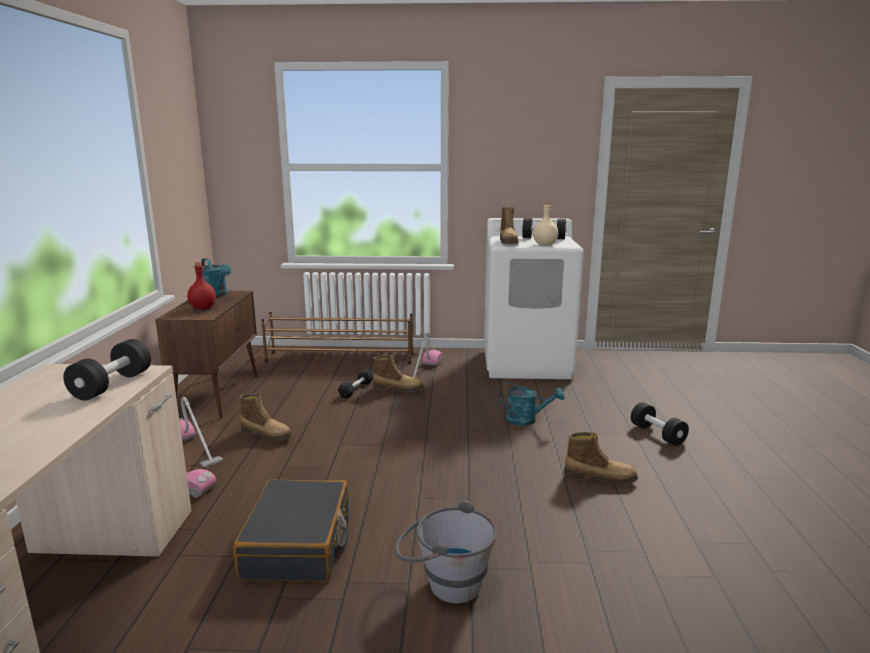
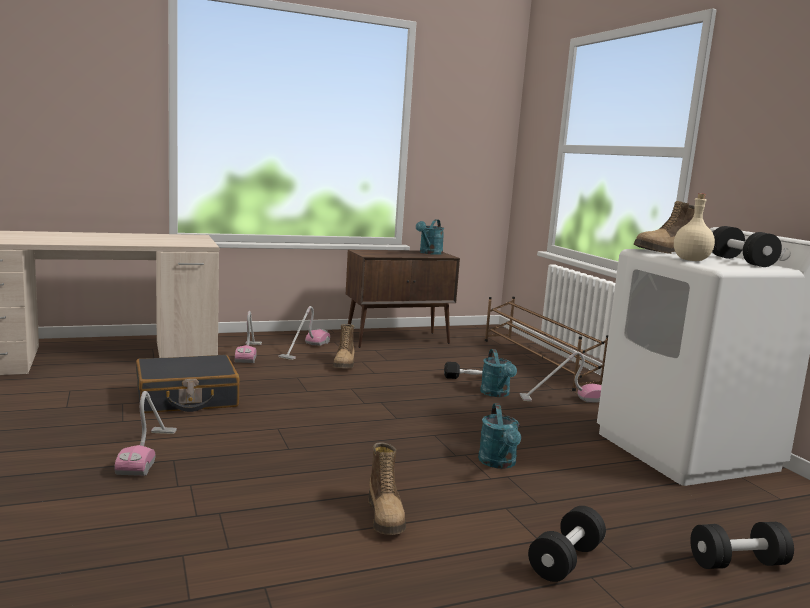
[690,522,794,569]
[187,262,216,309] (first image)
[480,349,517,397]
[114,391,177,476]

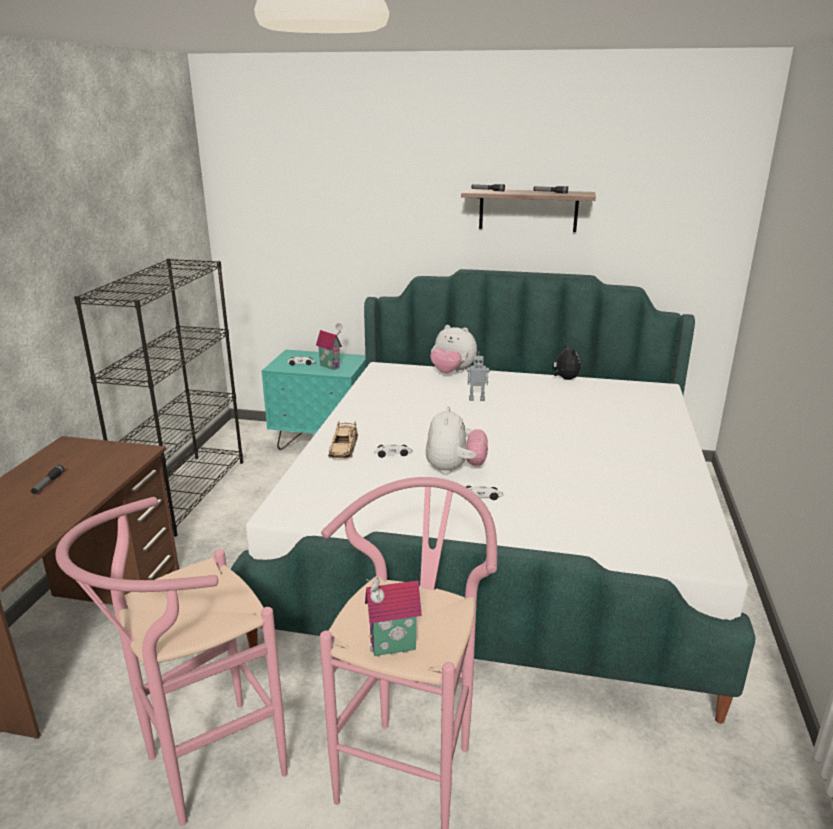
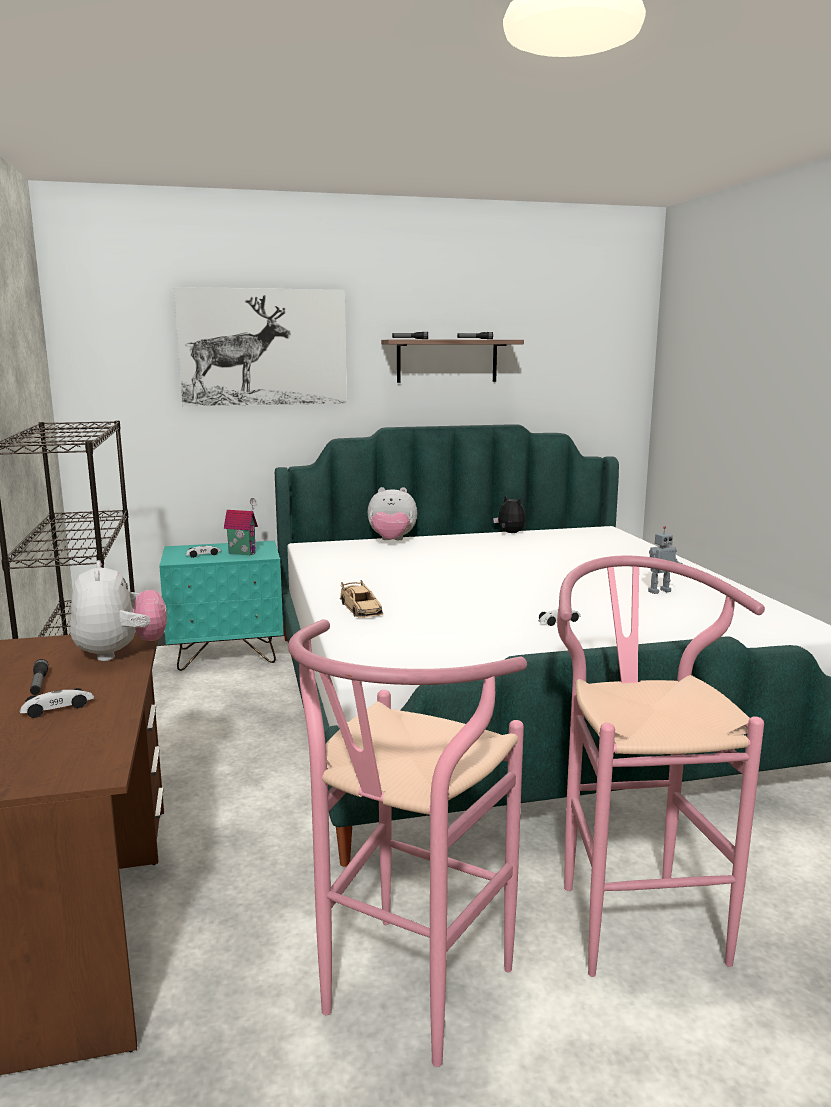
[365,577,422,656] (first image)
[19,688,95,718]
[70,560,167,661]
[648,526,683,594]
[174,287,347,406]

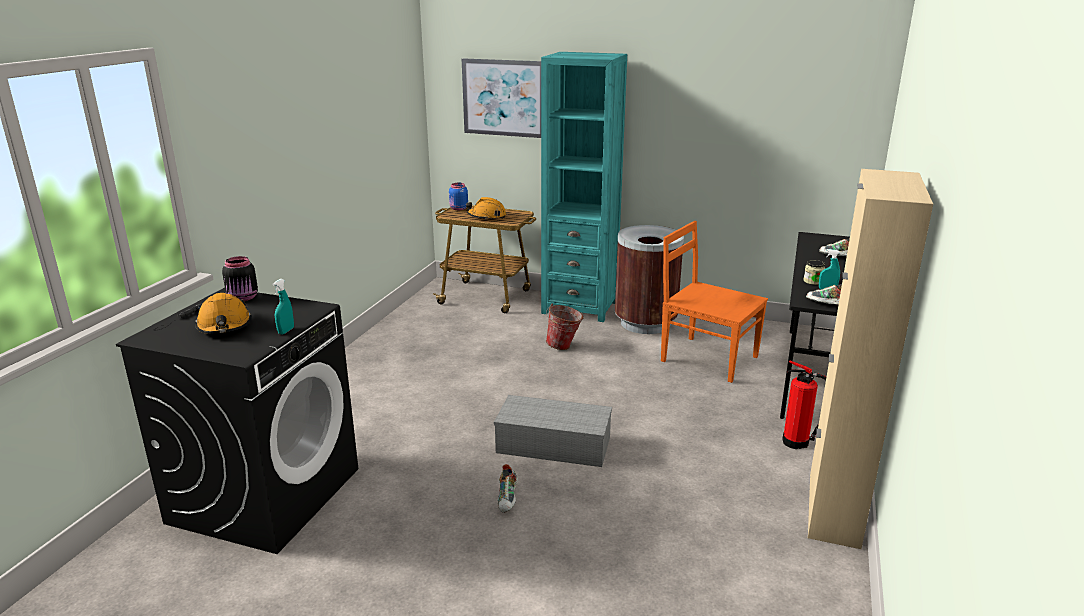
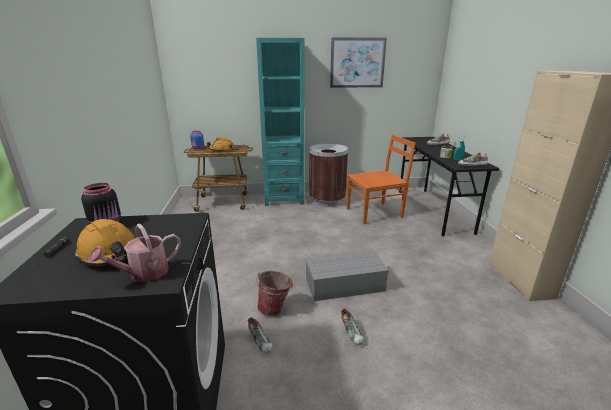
[272,279,294,335] (first image)
[330,37,387,88]
[256,271,293,316]
[347,135,416,224]
[783,360,826,449] (first image)
[88,223,181,282]
[248,317,273,354]

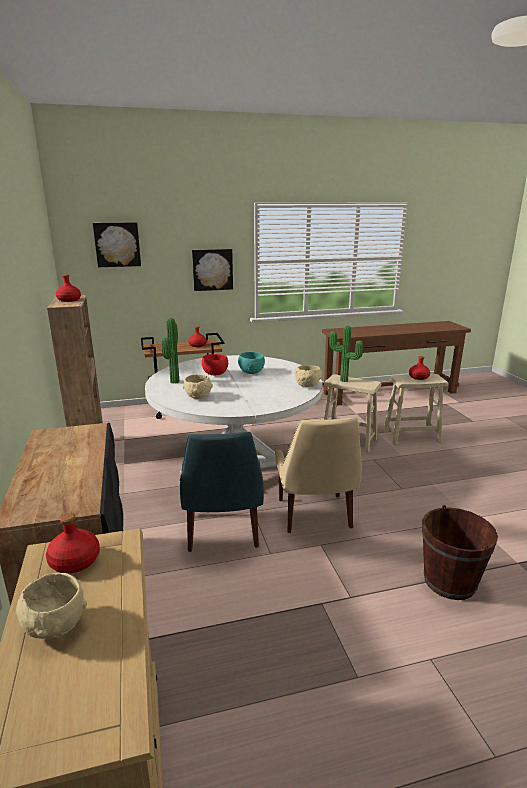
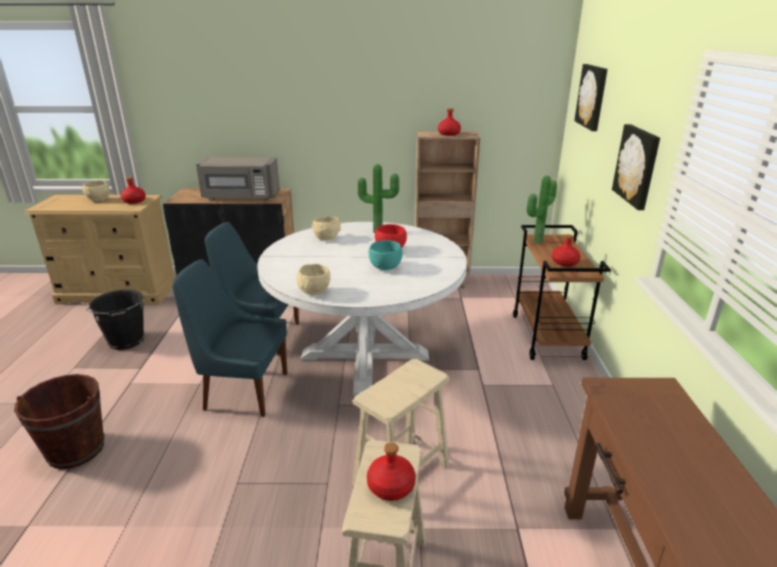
[172,259,287,417]
[527,176,557,244]
[86,290,145,350]
[196,157,280,200]

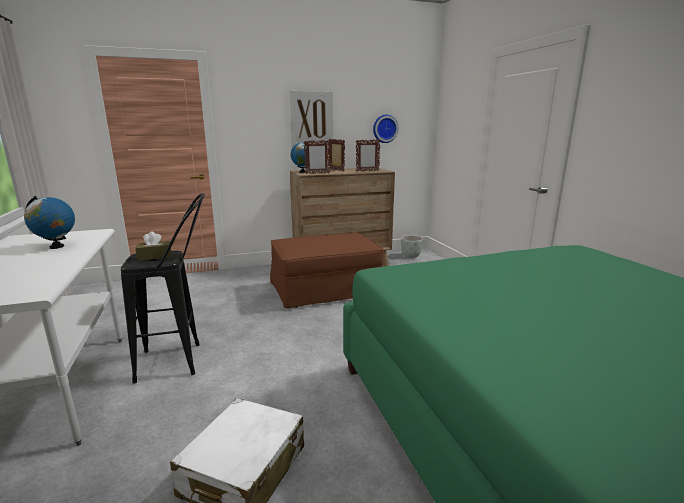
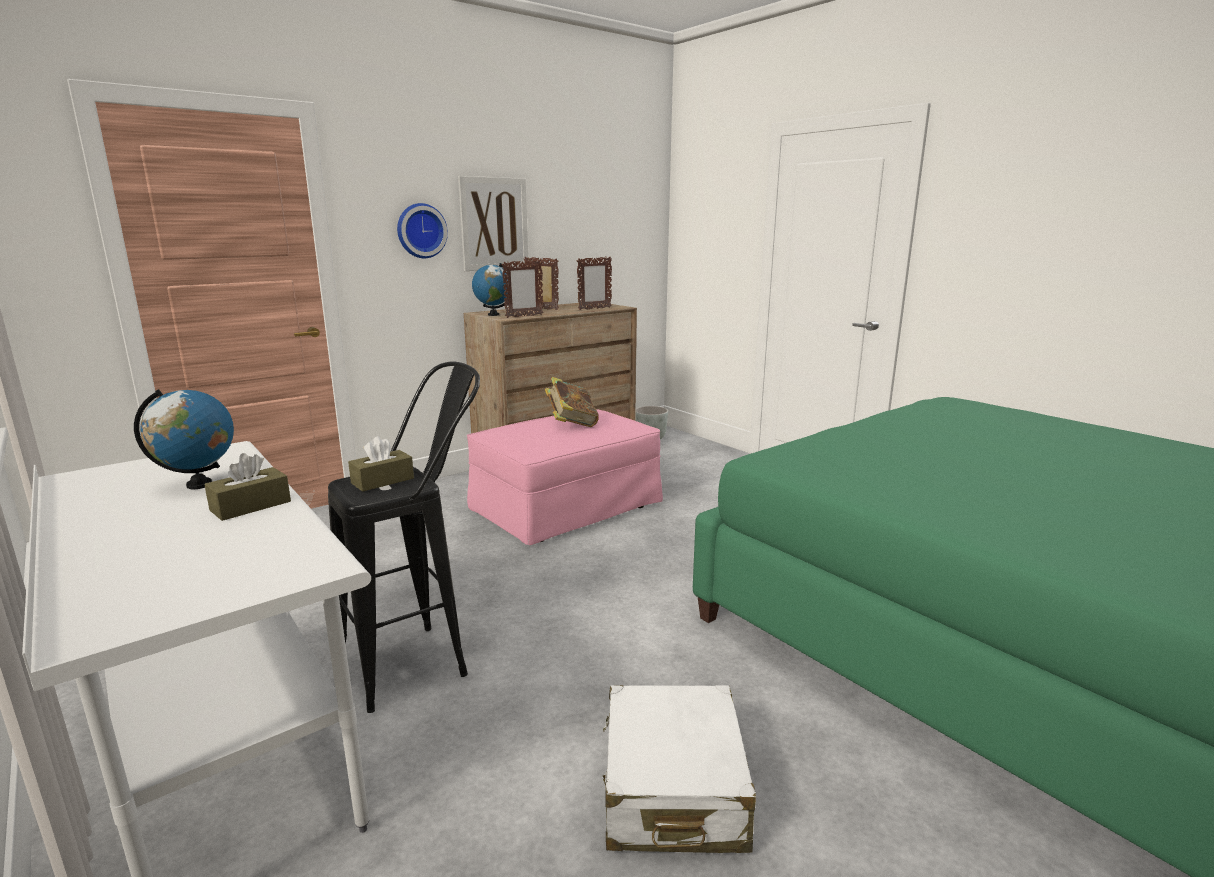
[467,409,663,545]
[397,203,448,258]
[204,453,291,521]
[545,377,599,427]

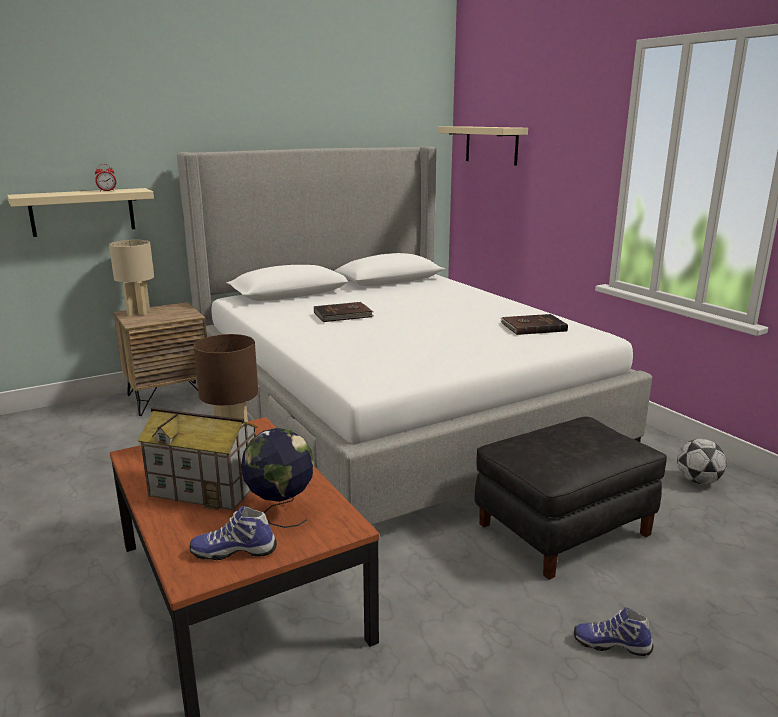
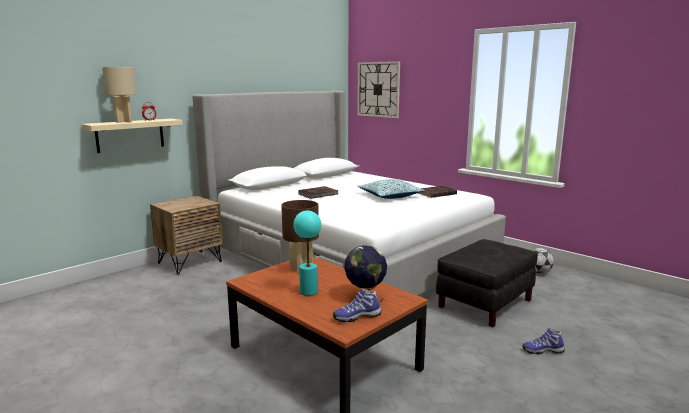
[102,67,137,123]
[293,211,321,296]
[357,61,400,118]
[358,179,425,199]

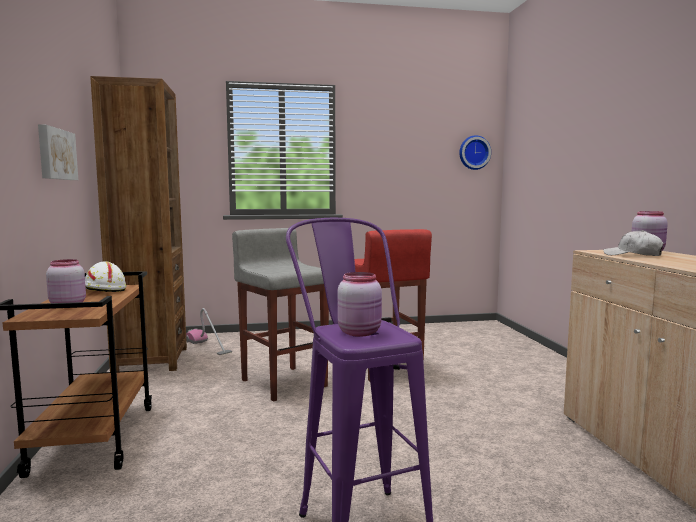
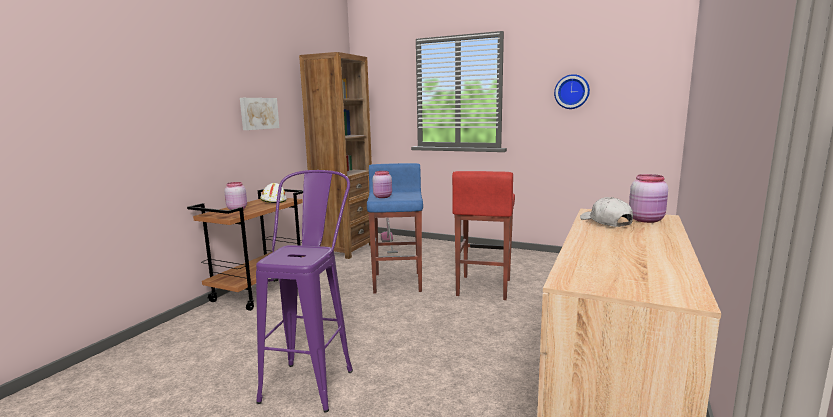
[367,163,423,293]
[373,171,392,198]
[554,74,590,109]

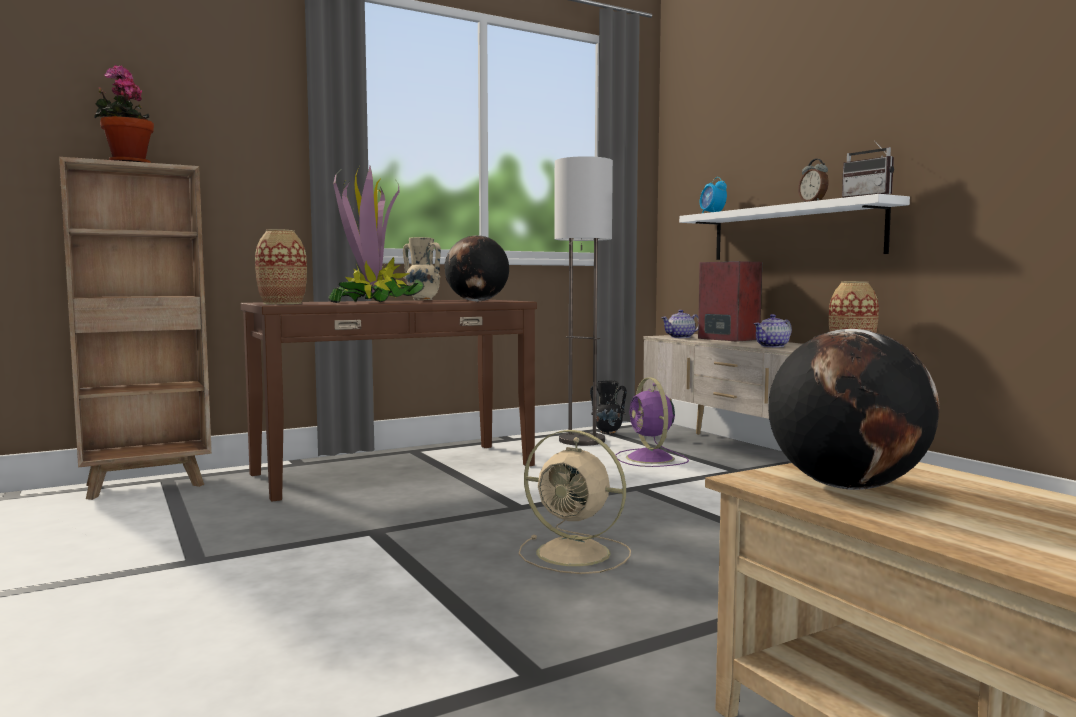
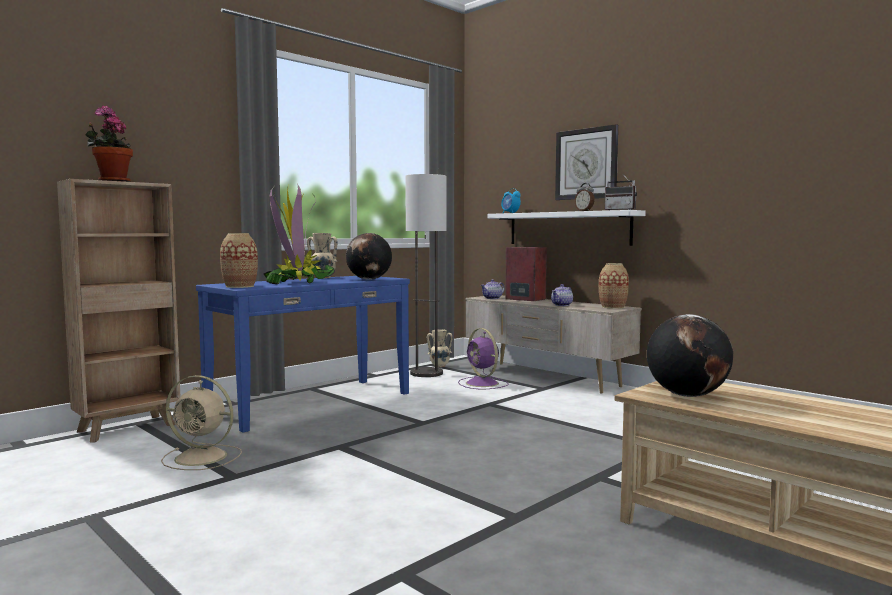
[196,276,410,433]
[161,375,242,470]
[427,329,453,368]
[555,124,618,200]

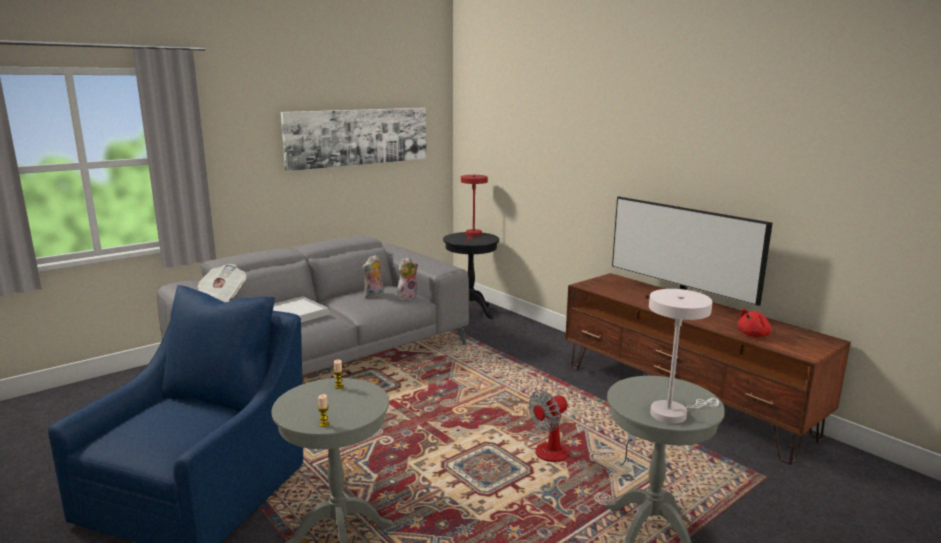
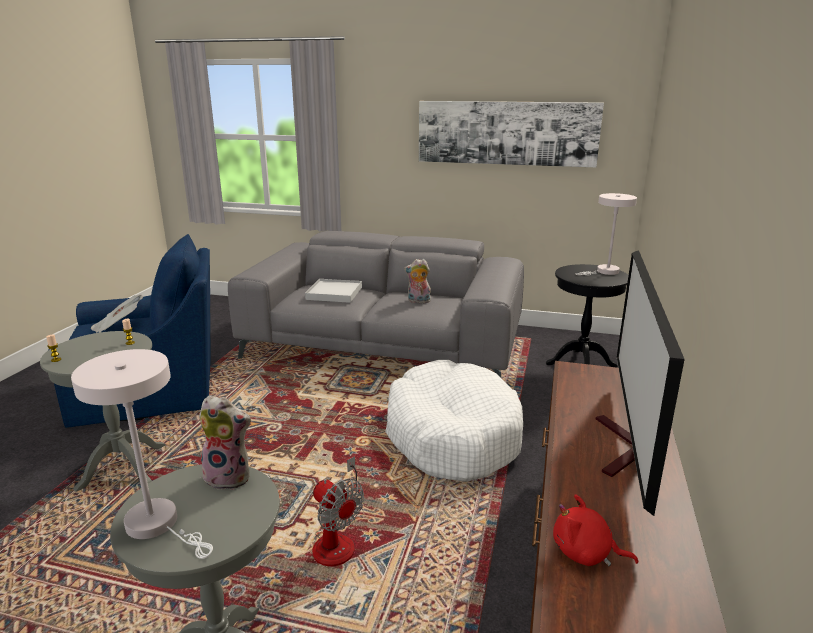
[91,295,143,333]
[199,395,251,490]
[575,193,637,275]
[312,456,364,566]
[385,360,523,482]

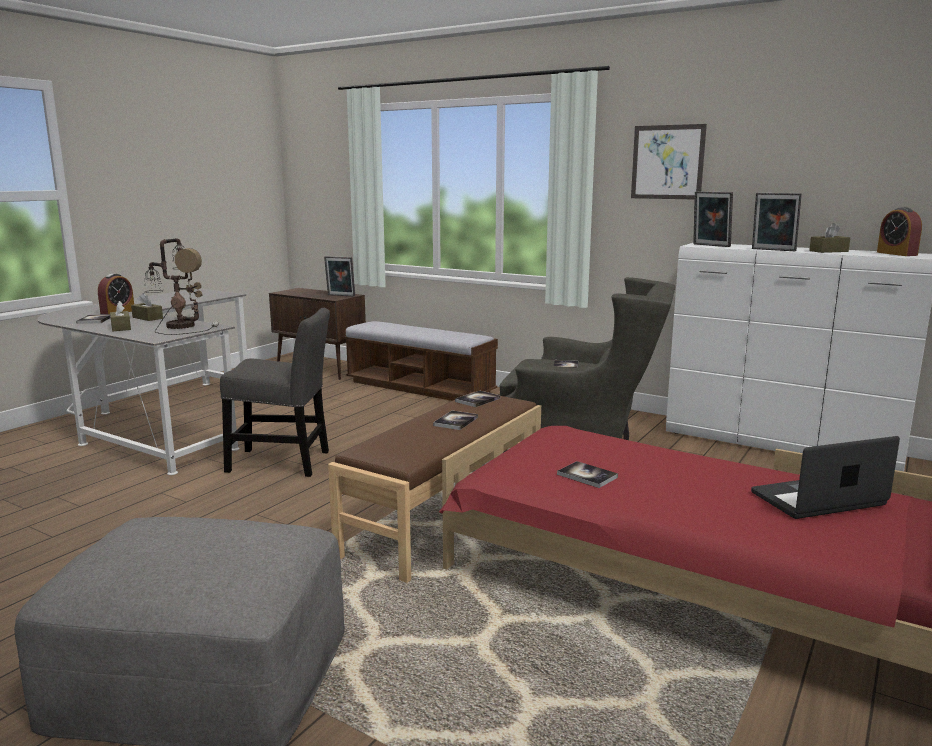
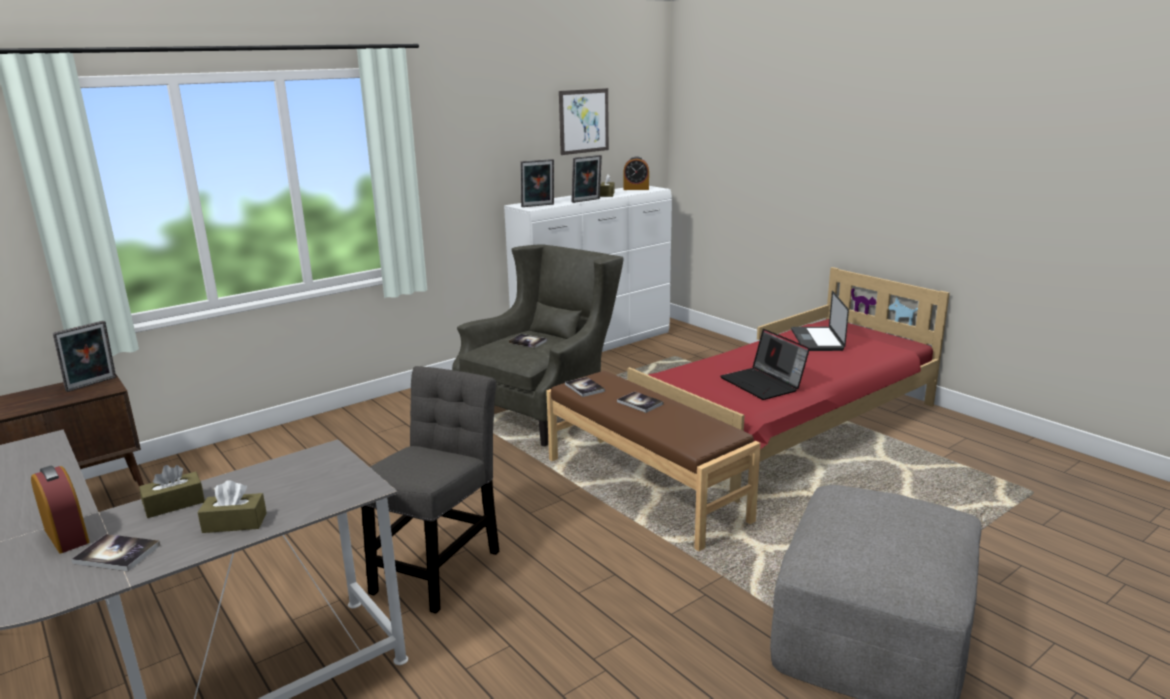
[144,238,219,335] (first image)
[344,321,498,401] (first image)
[720,329,810,400]
[559,88,609,155]

